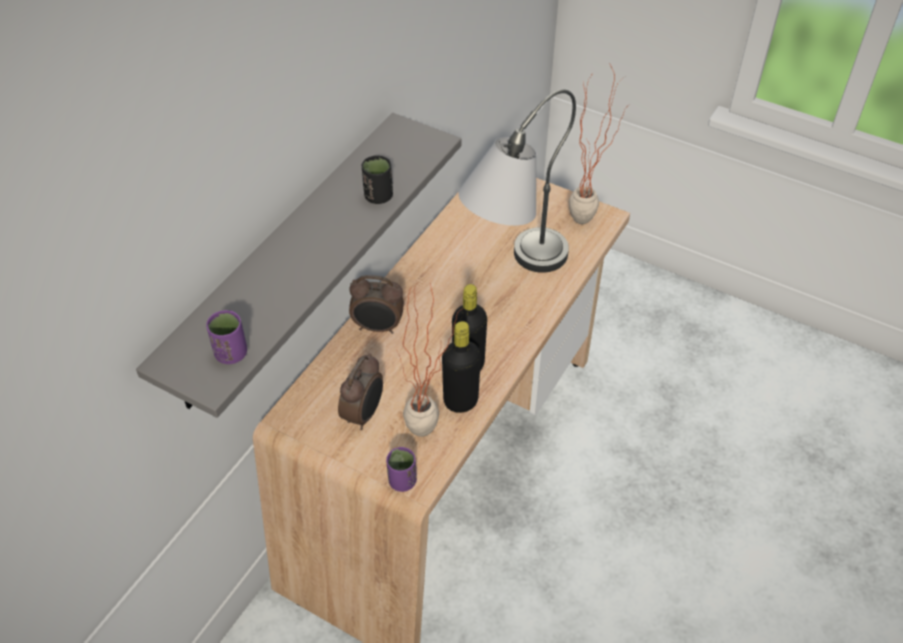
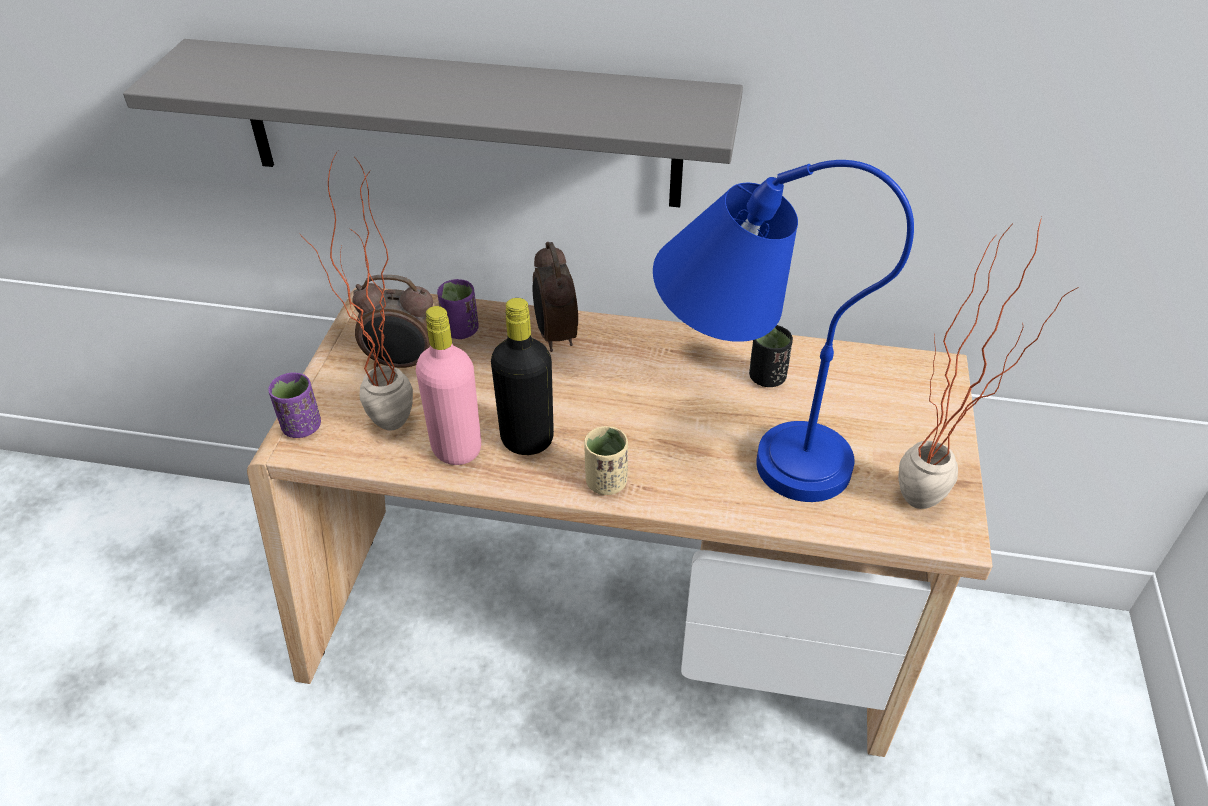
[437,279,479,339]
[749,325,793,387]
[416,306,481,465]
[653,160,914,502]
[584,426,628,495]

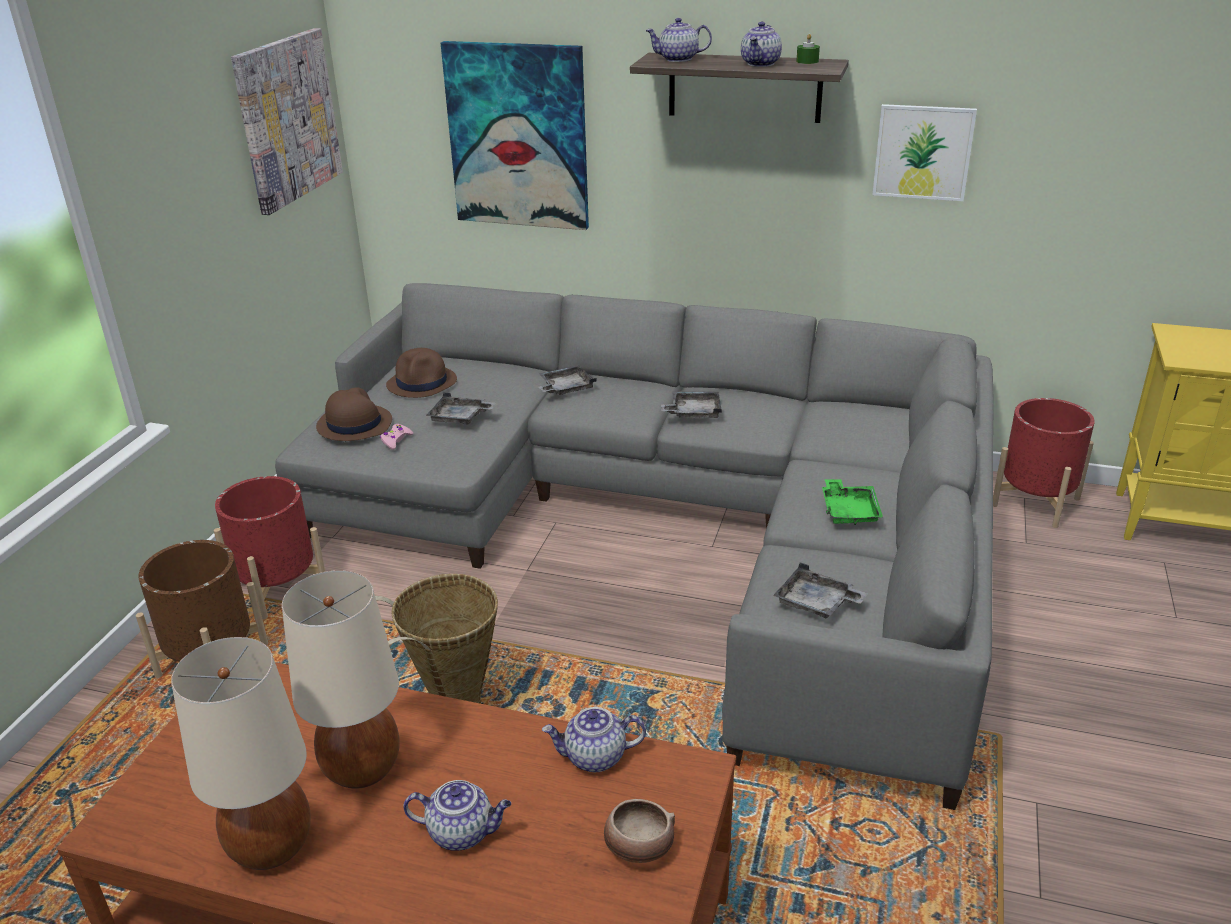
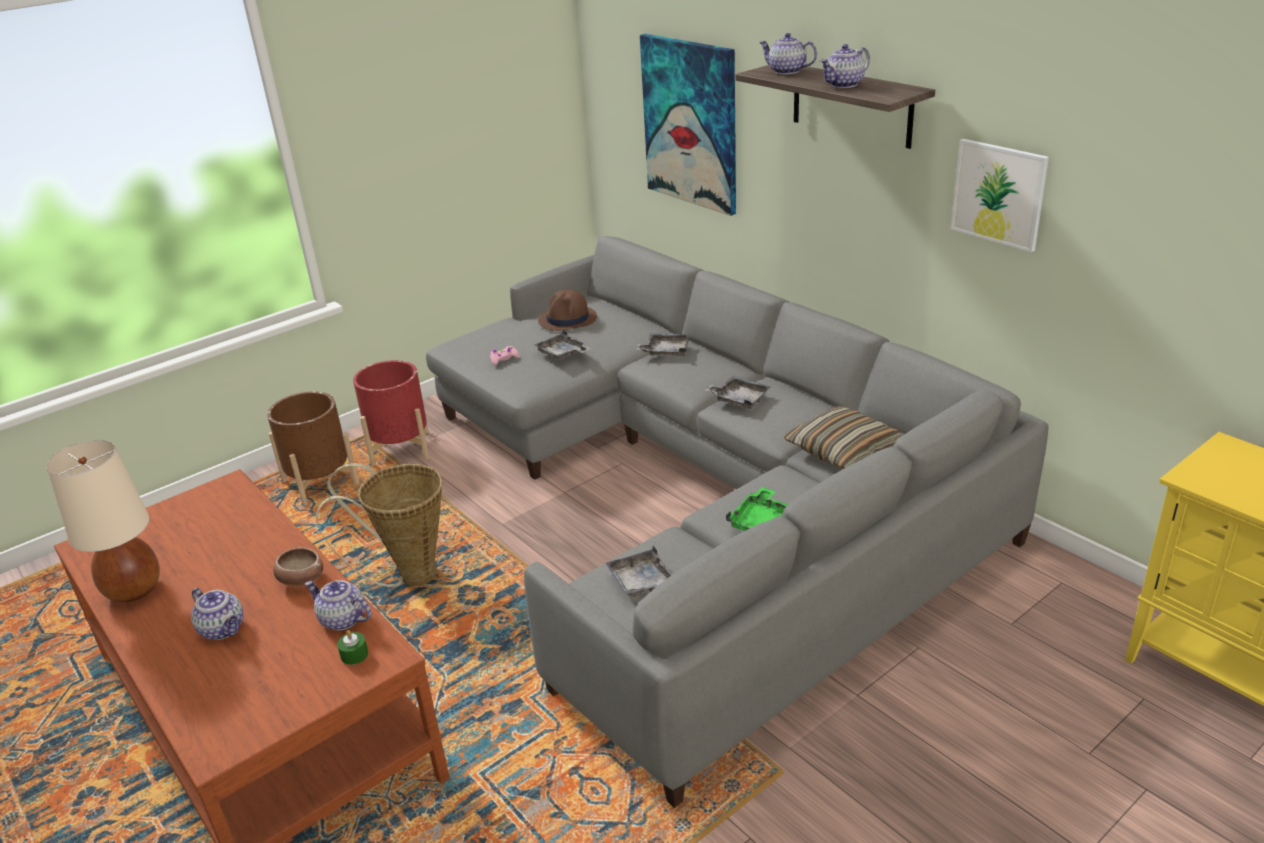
[231,28,343,215] (first image)
[282,570,400,789] (first image)
[316,388,392,441] (first image)
[274,547,323,587]
[337,630,368,665]
[993,398,1095,528] (first image)
[783,406,904,469]

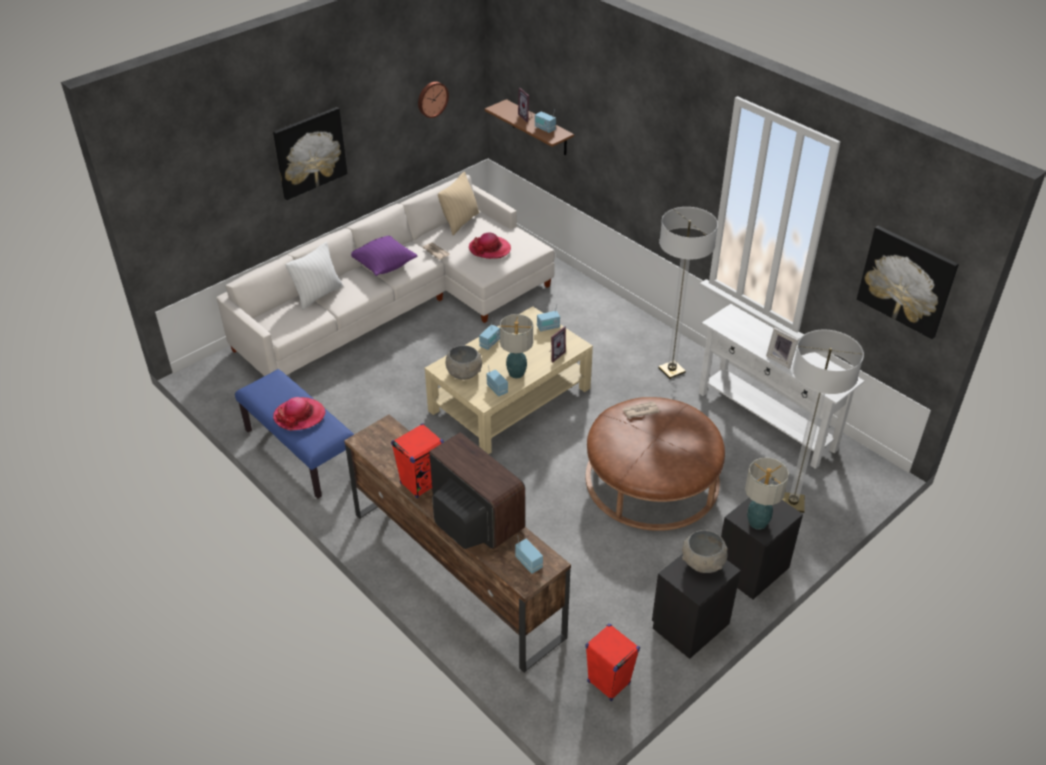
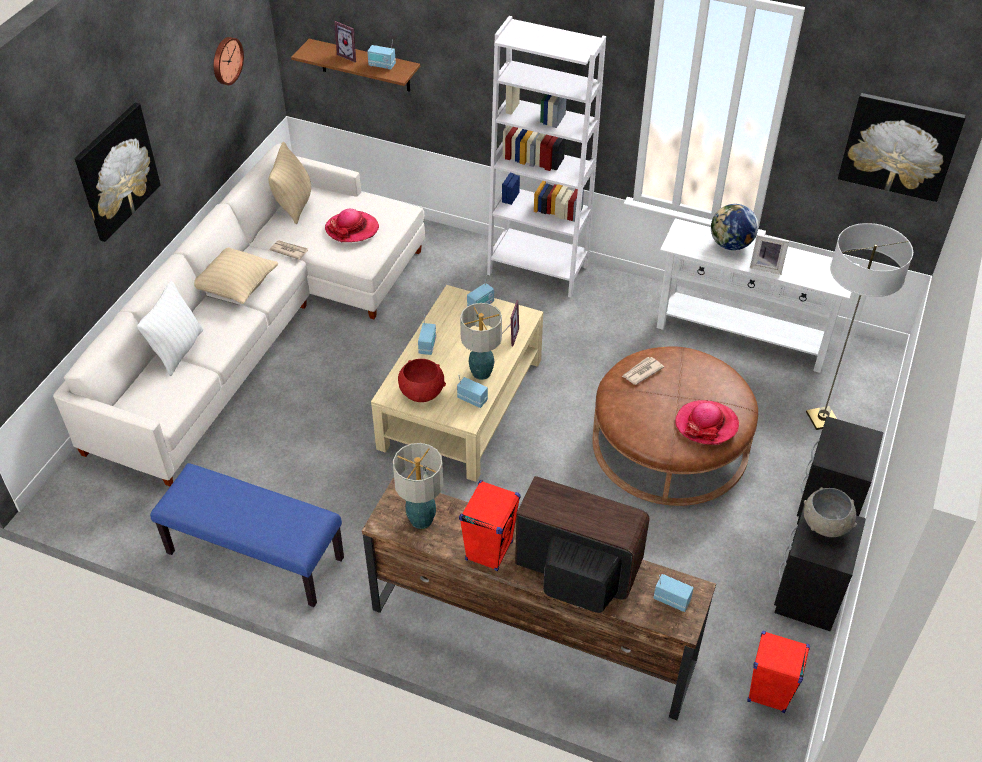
[675,400,739,445]
[194,247,278,304]
[398,359,446,402]
[658,207,718,379] (first image)
[393,443,443,529]
[487,16,606,298]
[711,204,758,250]

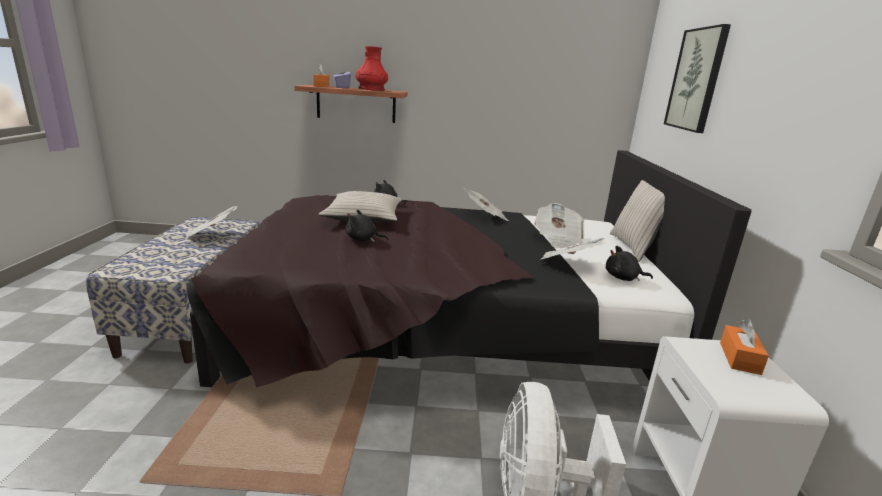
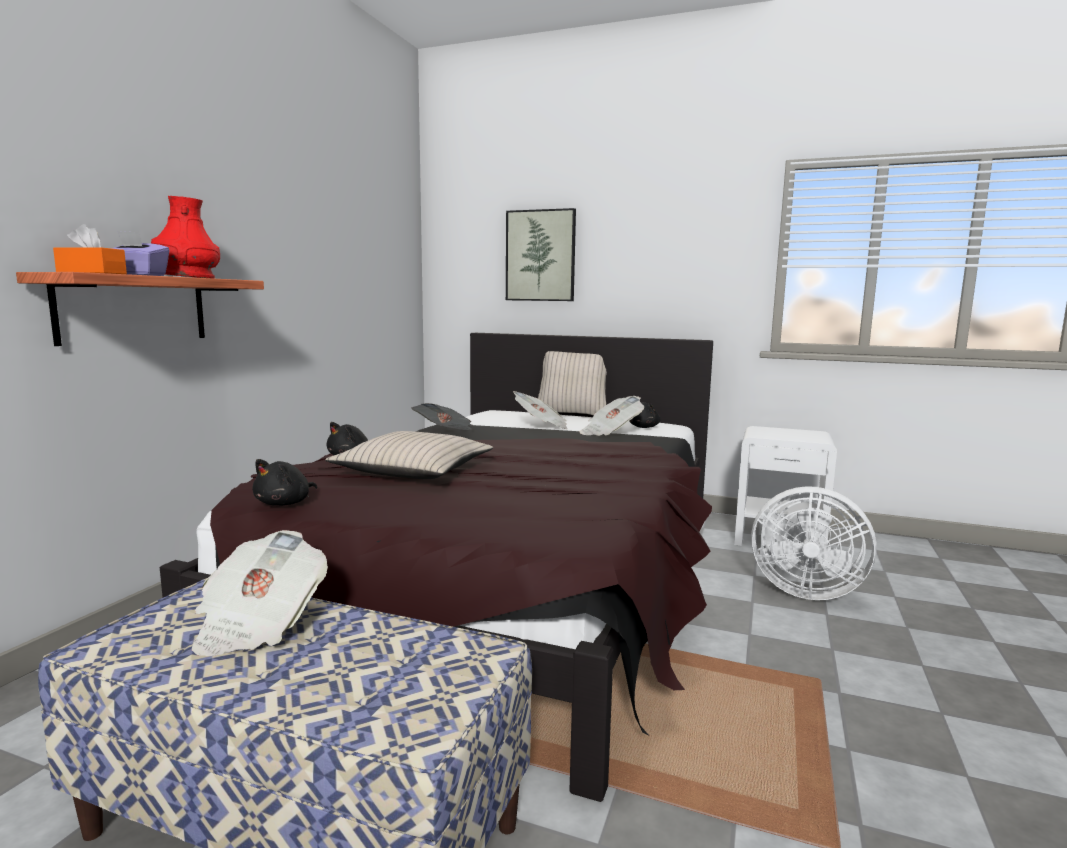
[252,459,317,506]
[720,319,769,375] (first image)

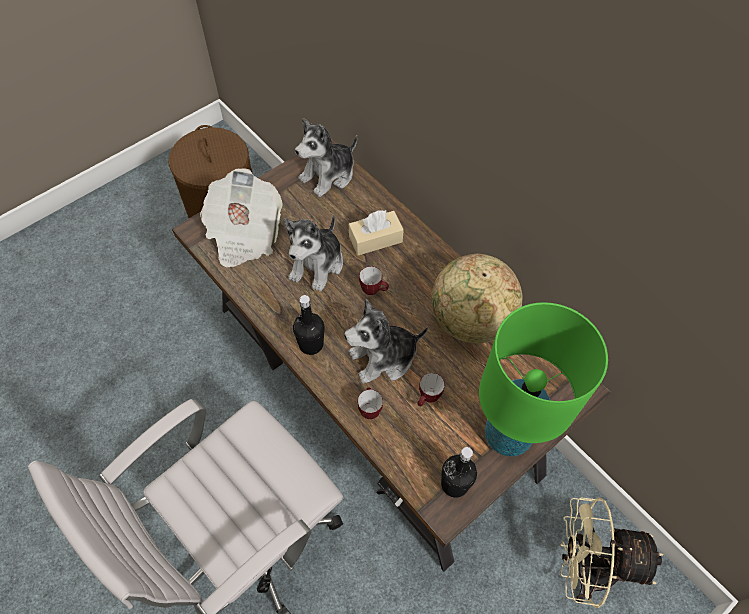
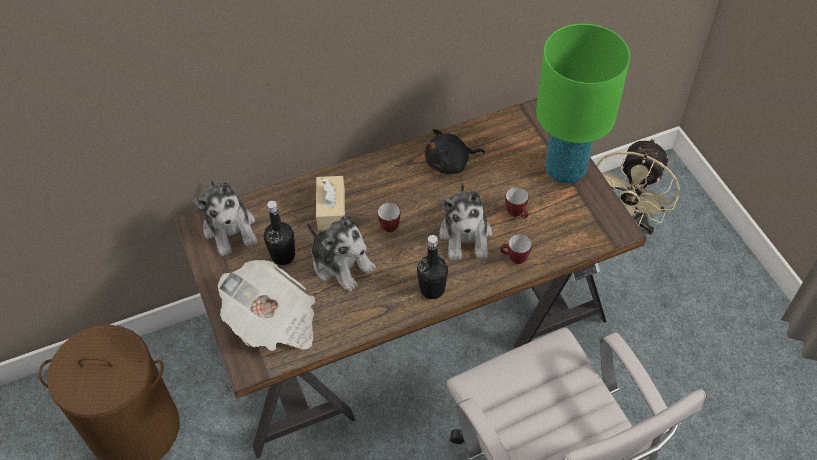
[425,129,485,174]
[264,201,295,265]

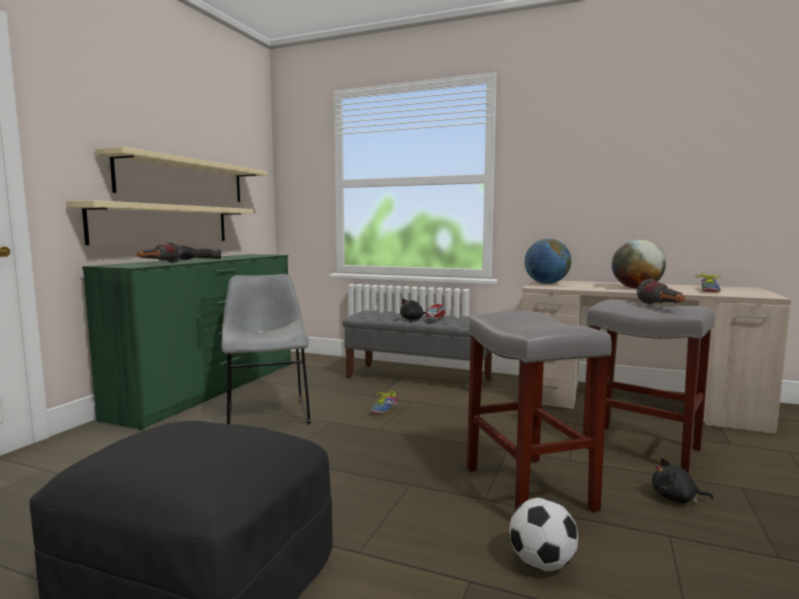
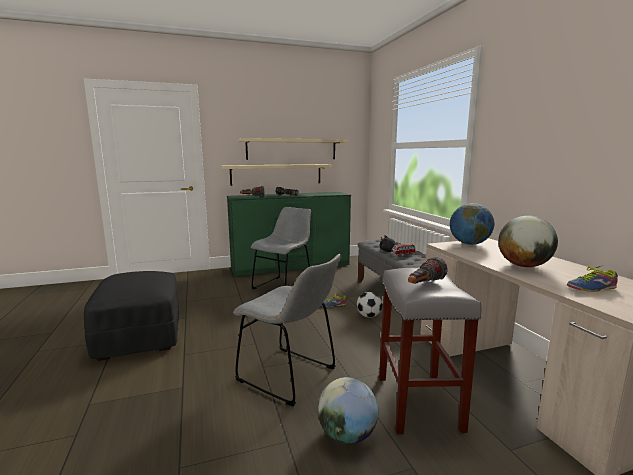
[234,254,341,406]
[357,292,382,317]
[318,377,378,444]

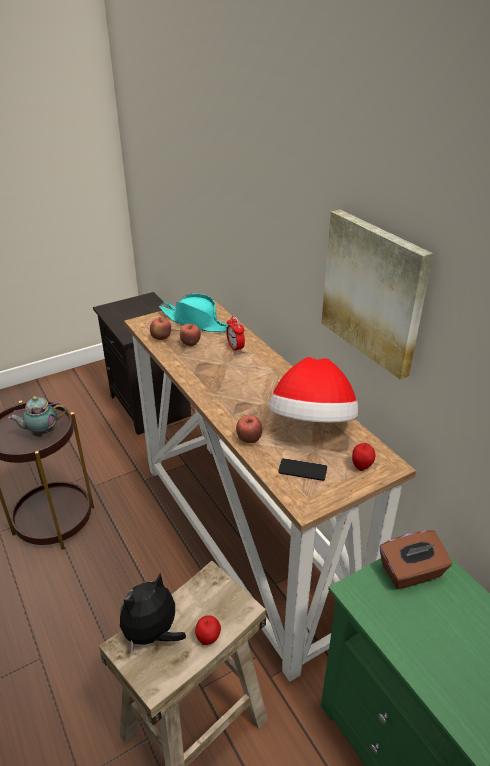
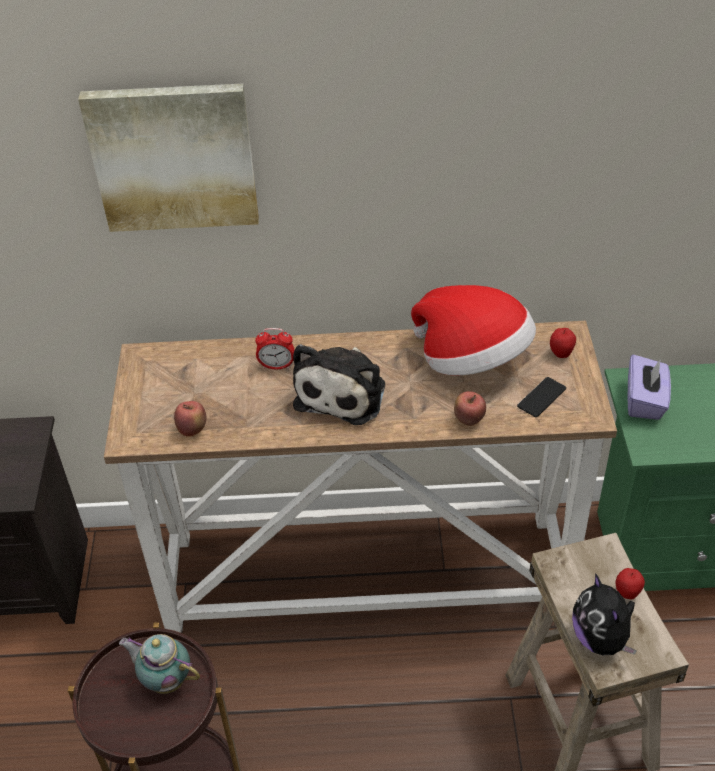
[119,634,200,694]
[159,293,230,332] (first image)
[180,324,201,346] (first image)
[78,84,259,232]
[628,354,671,420]
[293,344,385,425]

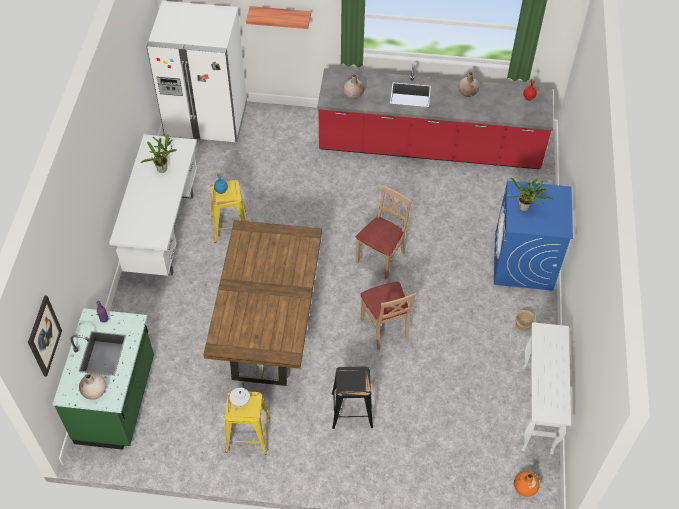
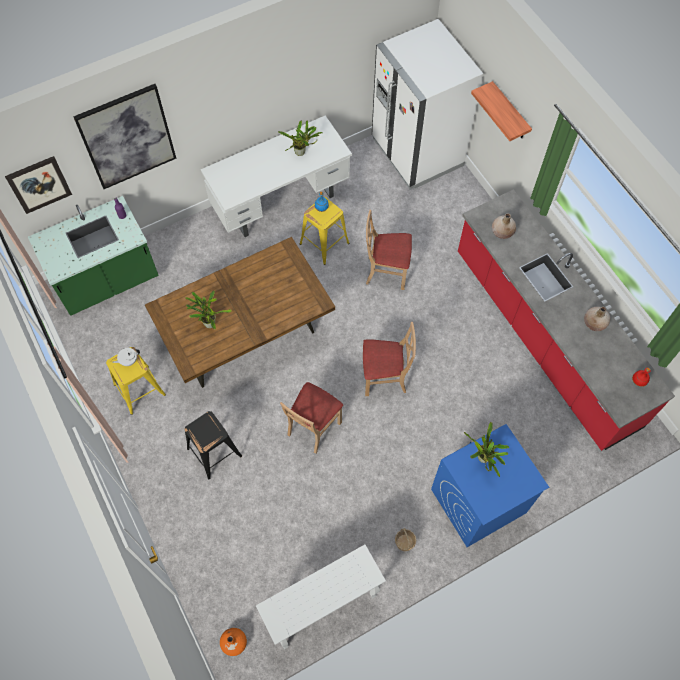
[79,373,106,400] (first image)
[73,84,176,189]
[185,290,232,330]
[366,210,412,290]

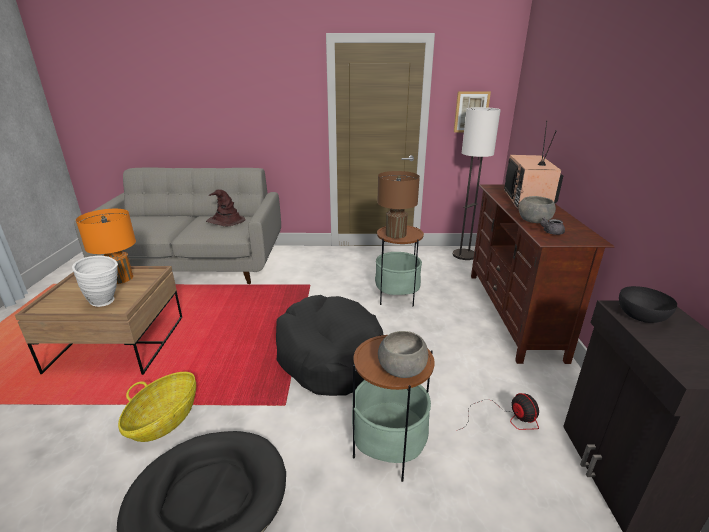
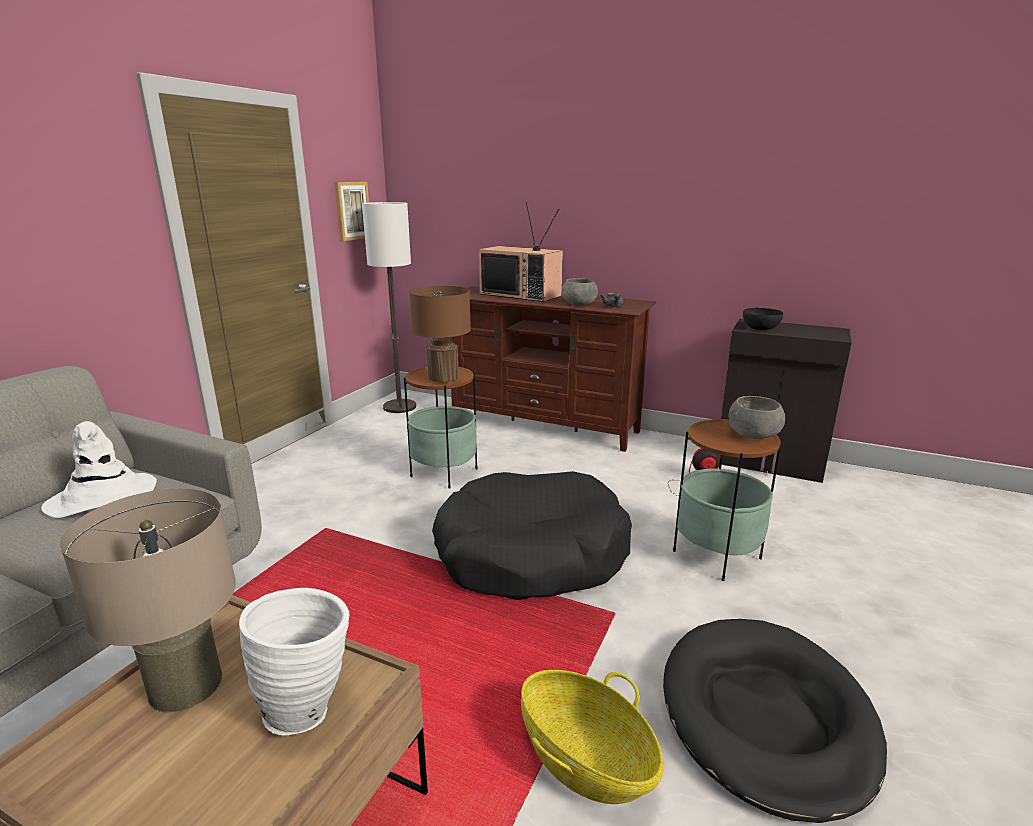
[60,489,236,712]
[41,421,157,518]

